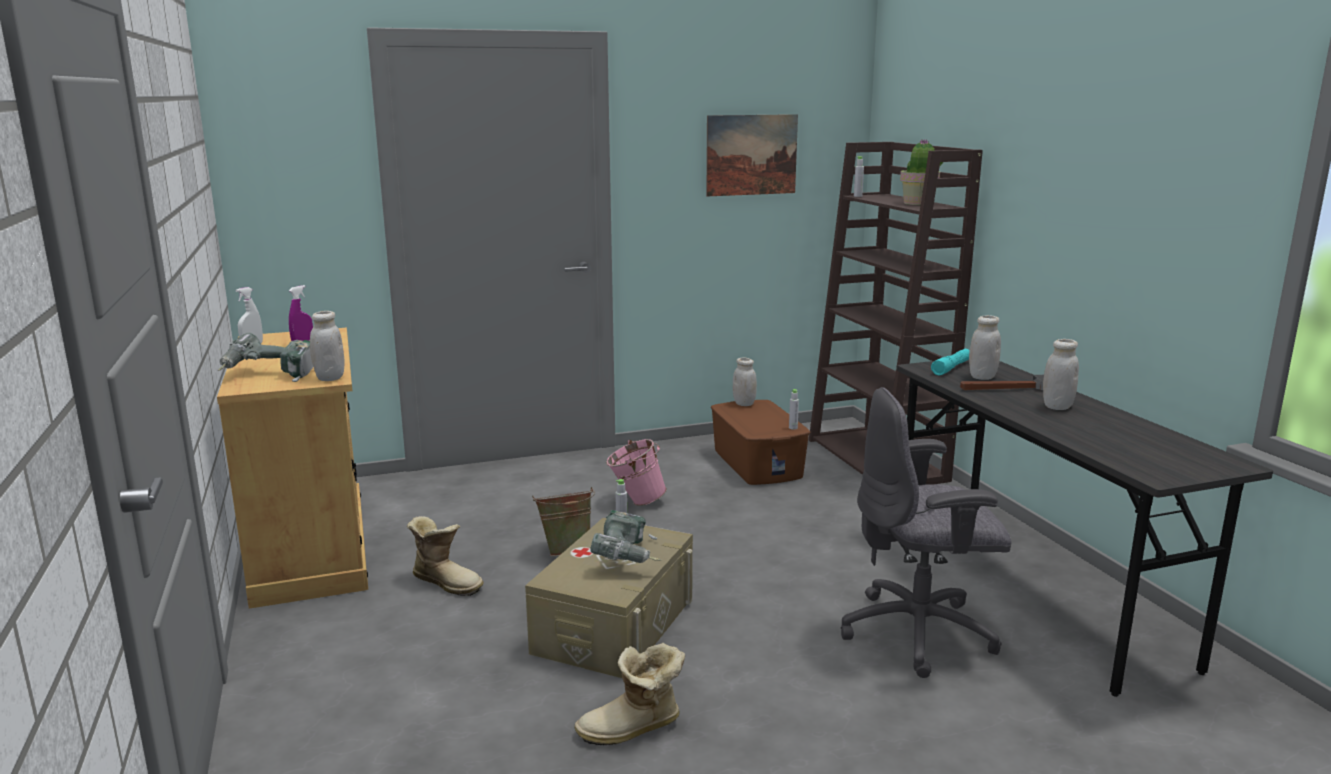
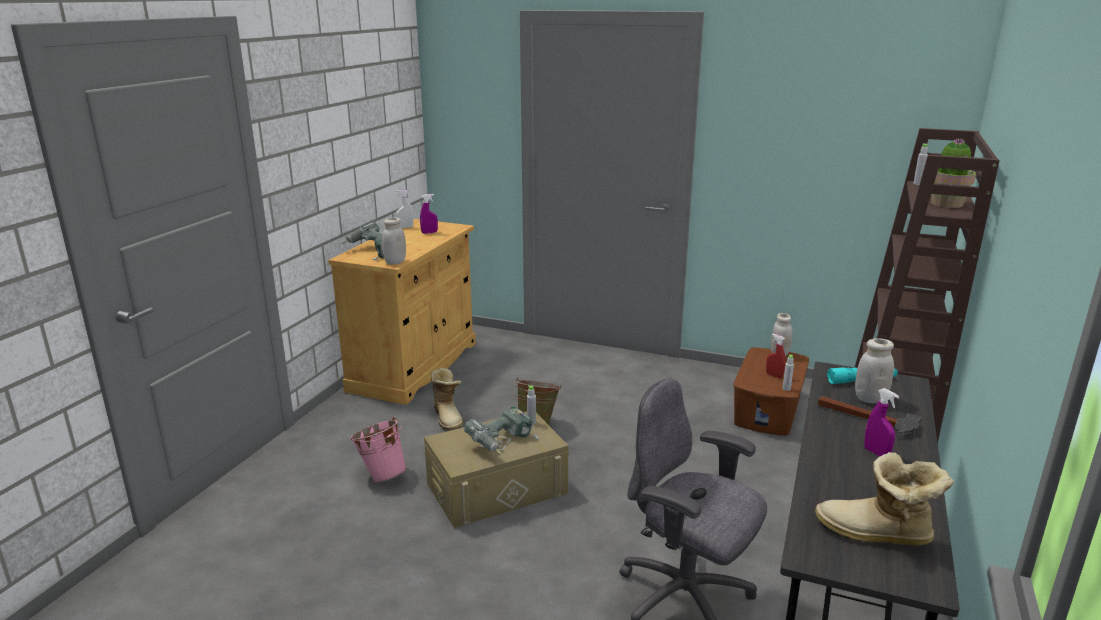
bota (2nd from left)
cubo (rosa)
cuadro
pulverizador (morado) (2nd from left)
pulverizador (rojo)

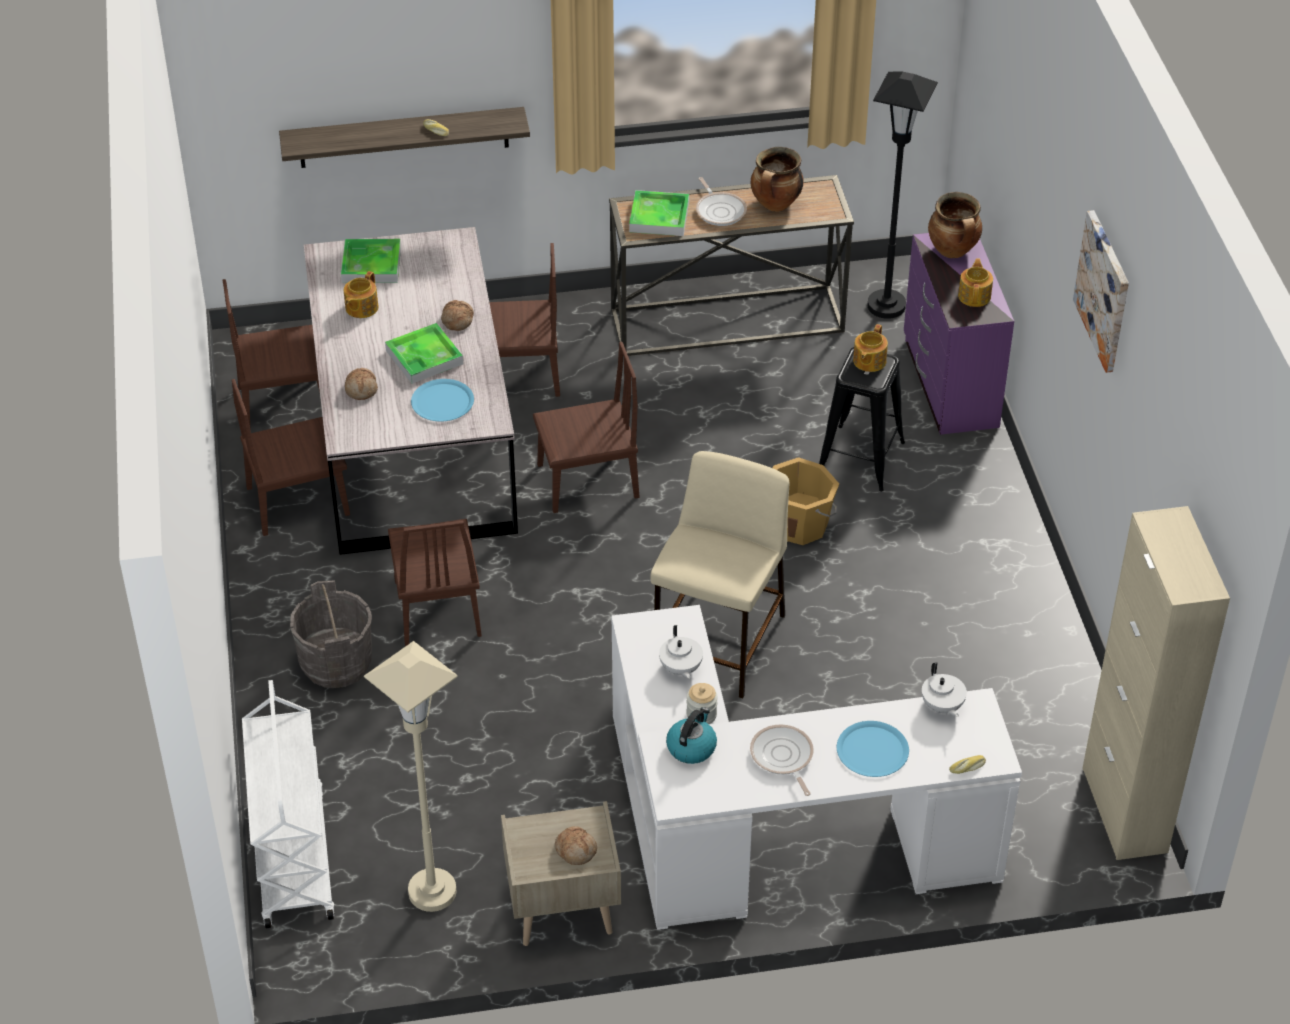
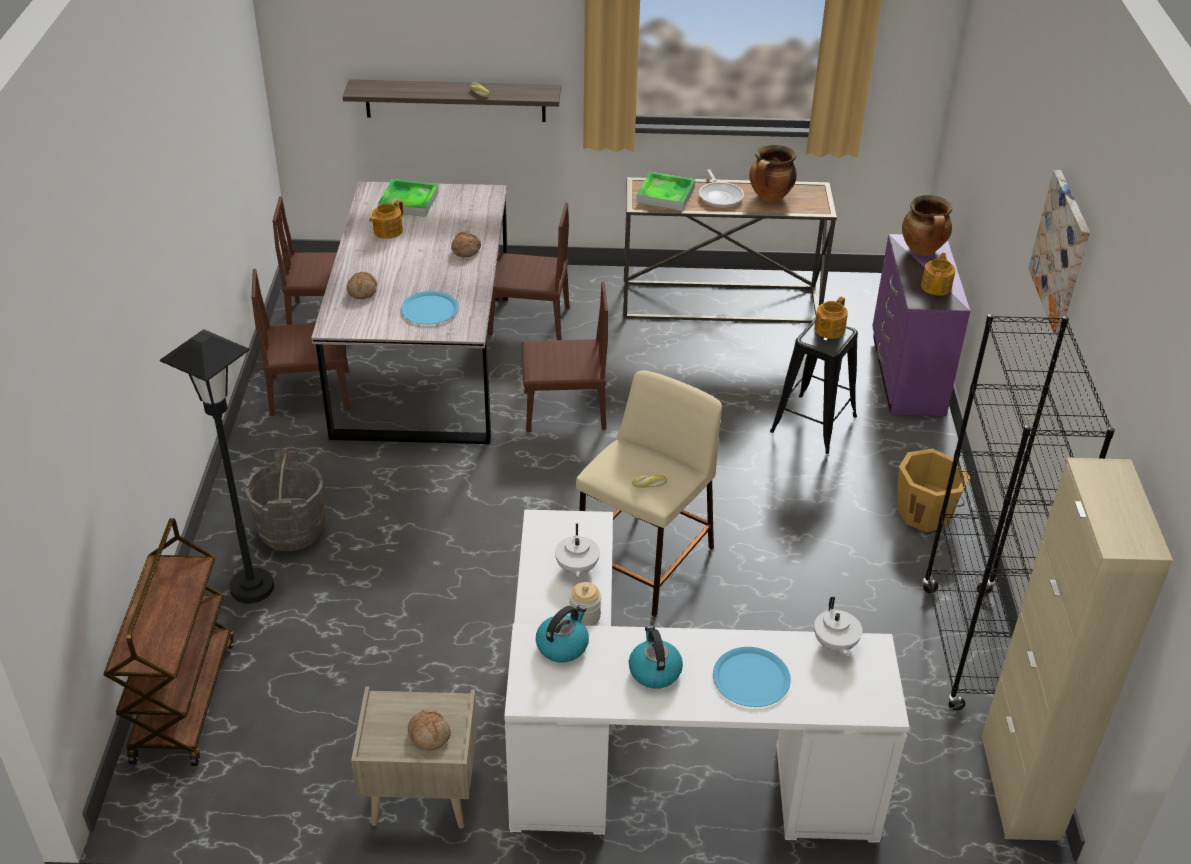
carrito (marrón)
lámpara de pie (beis)
bandeja (2nd from left in the first image)
silla (marrón) (3rd from left in the first image)
hervidor (2nd from left)
cubo (naranja)
lámpara de pie (negro)
pan (5th from left)
estantería (negro)

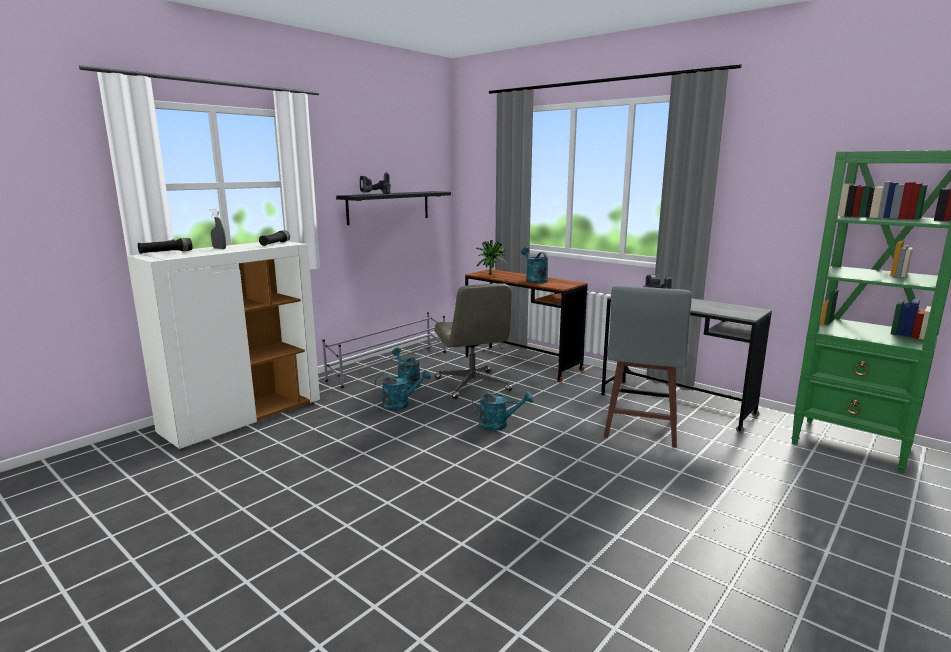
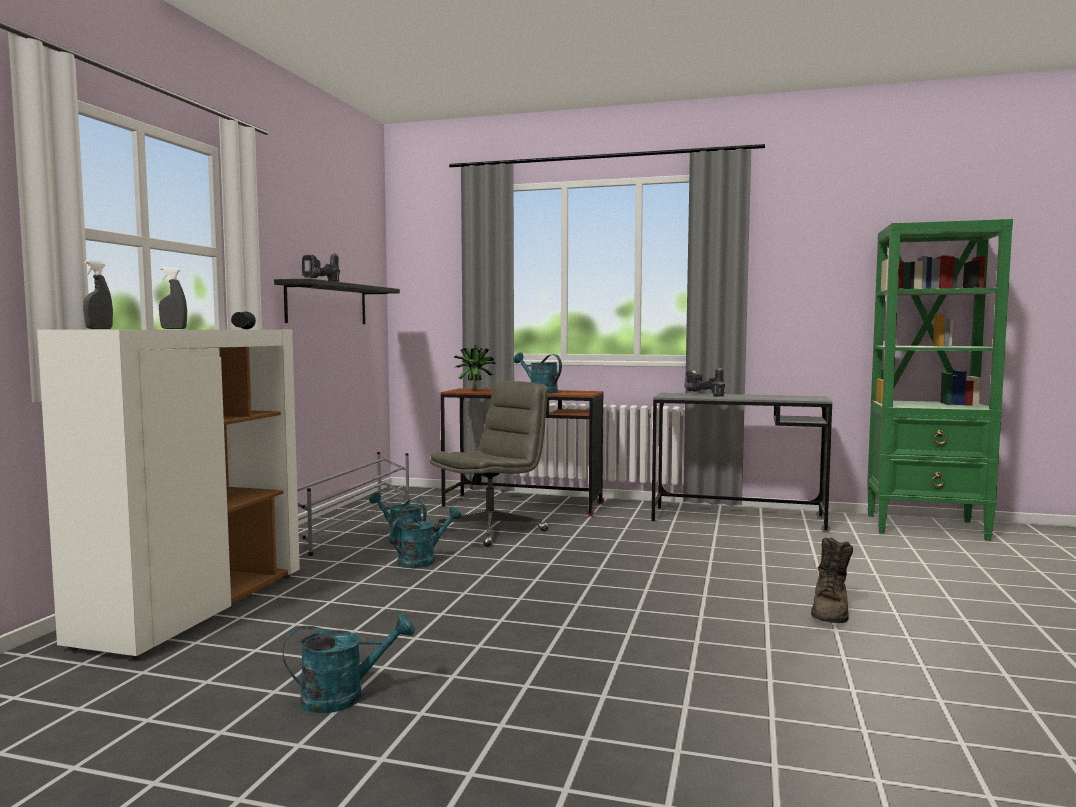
pulverizador (gris) (1st from left)
silla de oficina (gris)
regadera (turquesa) (1st from left)
taburete (gris)
bota (marrón)

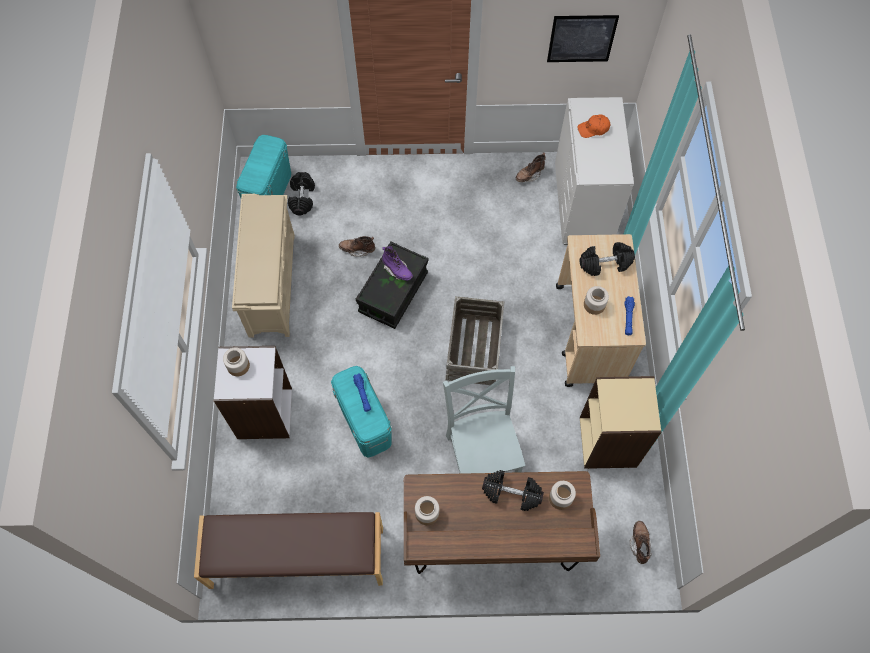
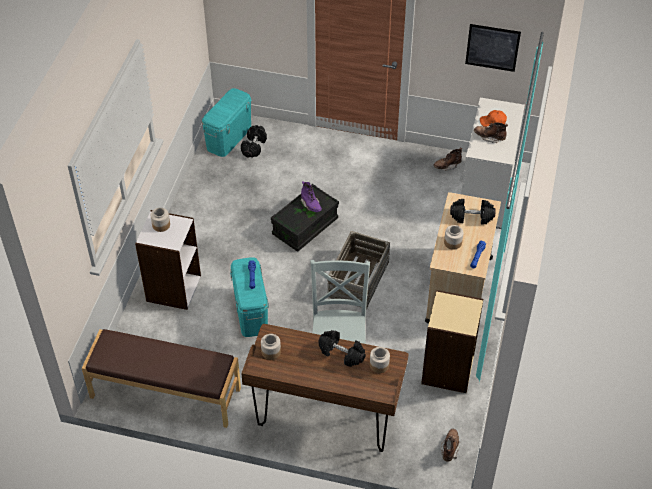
zapatero (beis)
bota (marrón) (3rd from left)

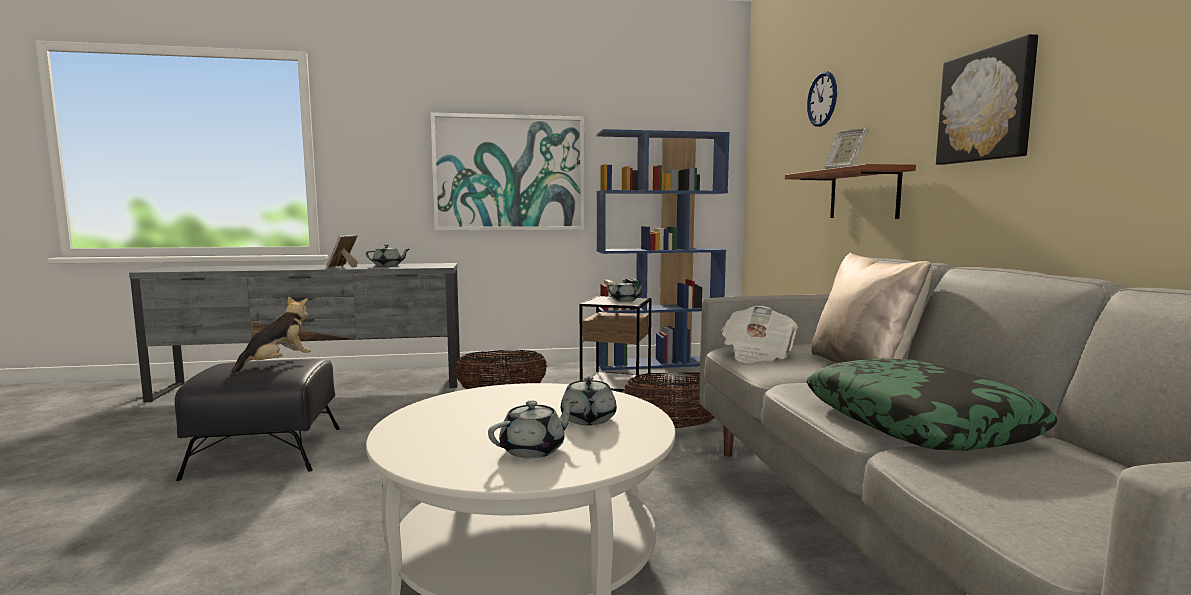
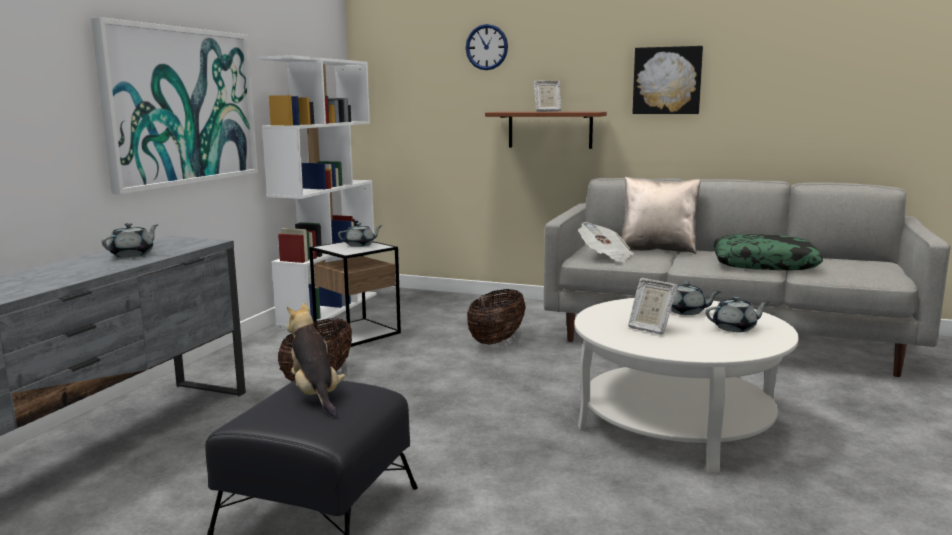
portarretratos (2nd from left)
tetera (gris) (4th from left)
estantería (blanco)

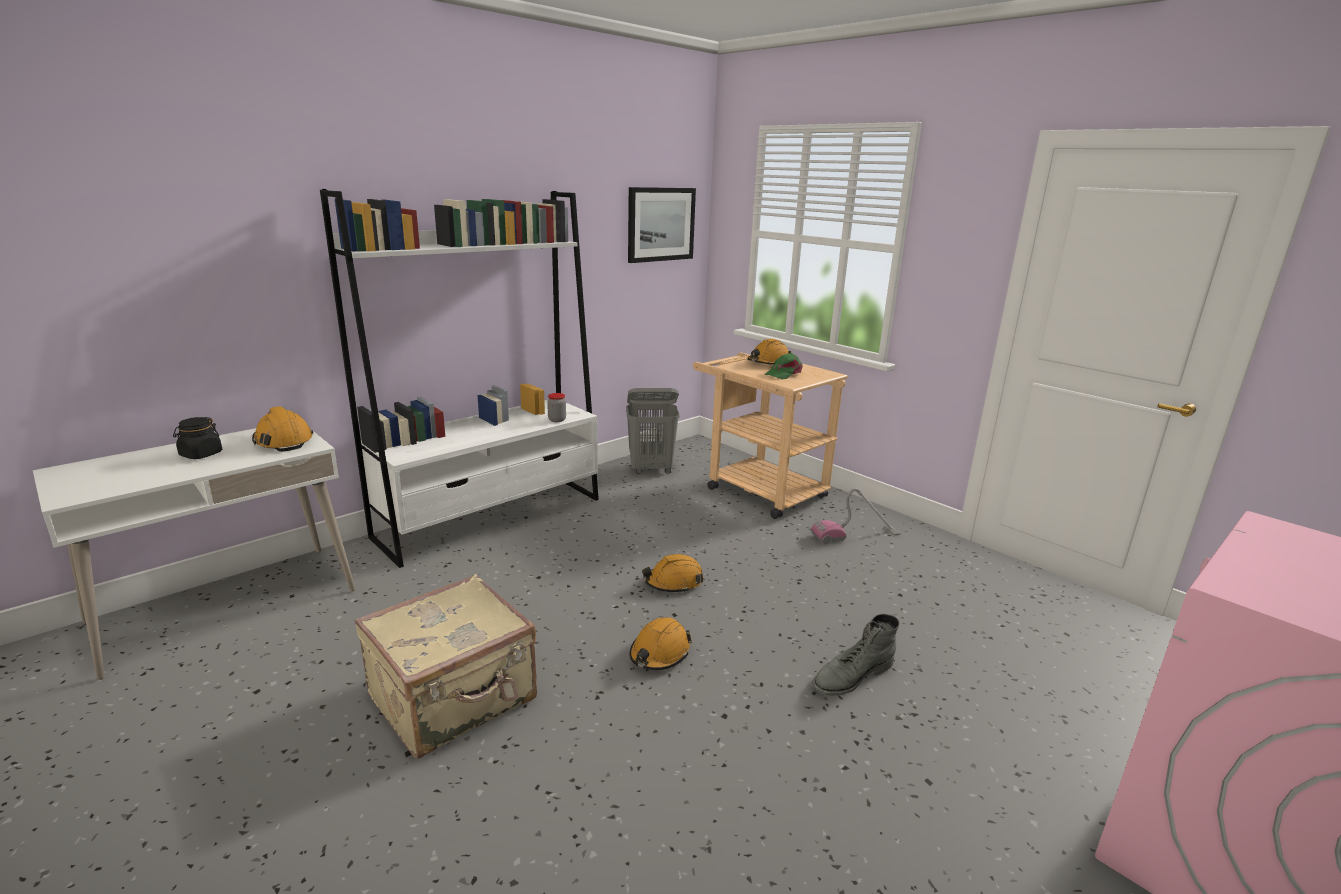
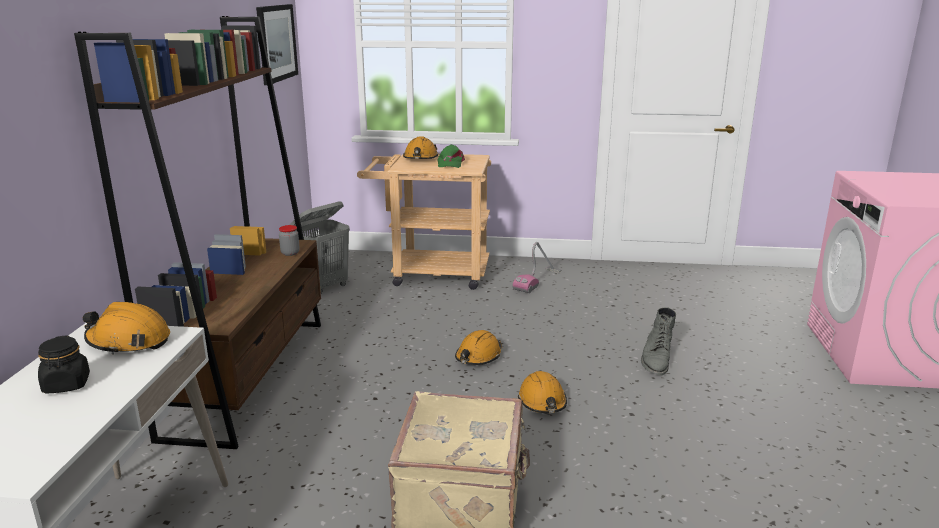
estantería (marrón)

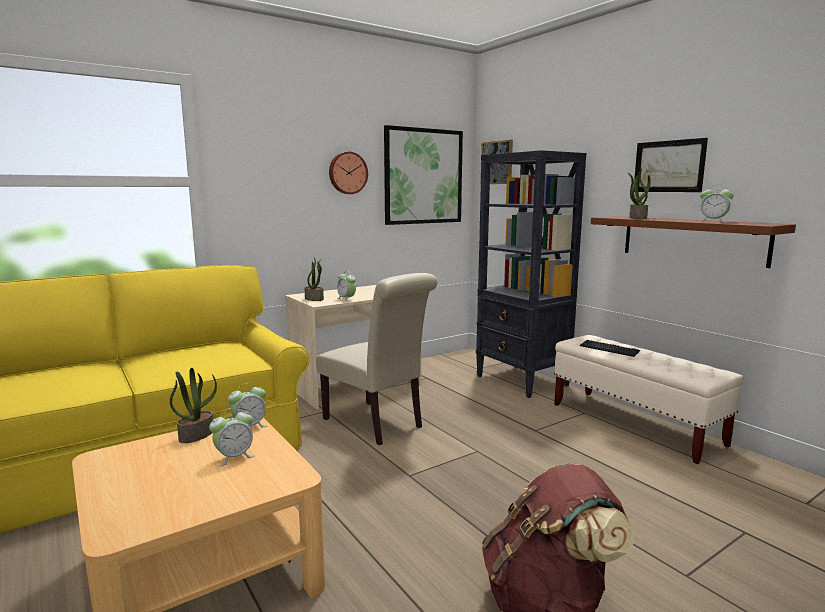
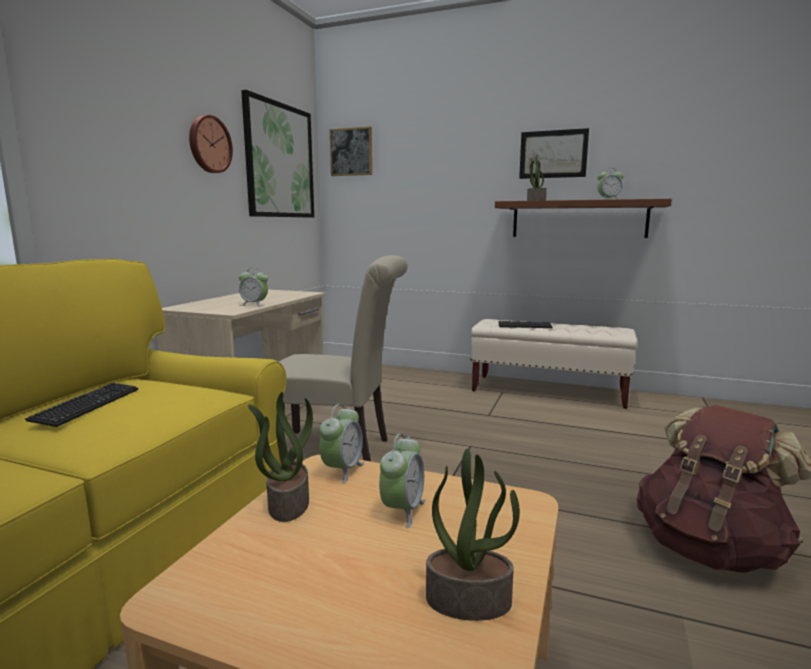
planta en maceta (2nd from left)
estantería (negro)
teclado (1st from left)

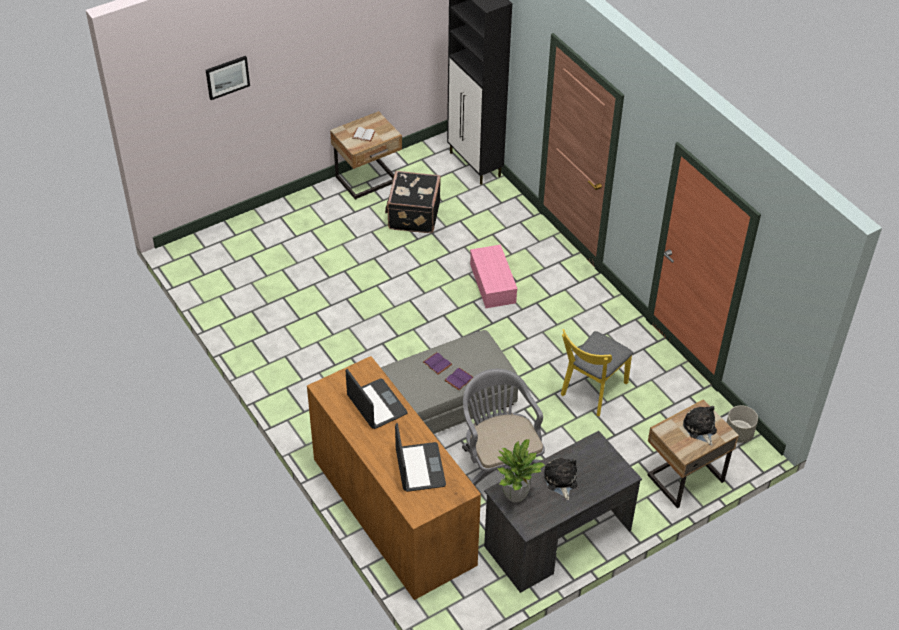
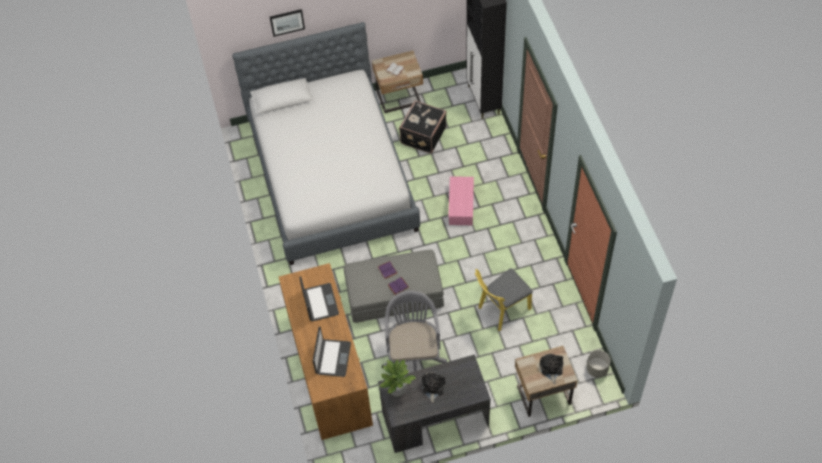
cama

